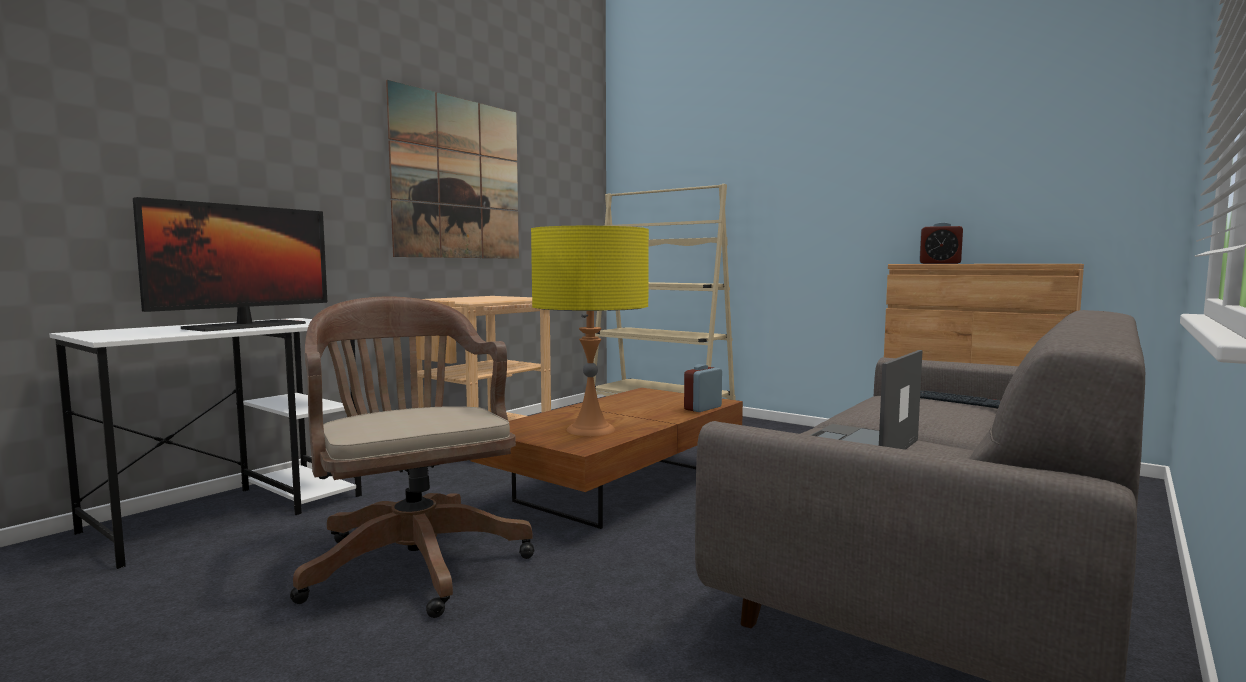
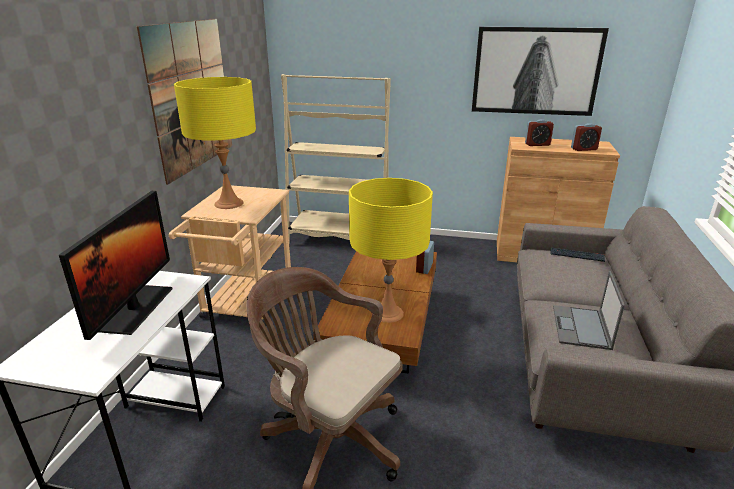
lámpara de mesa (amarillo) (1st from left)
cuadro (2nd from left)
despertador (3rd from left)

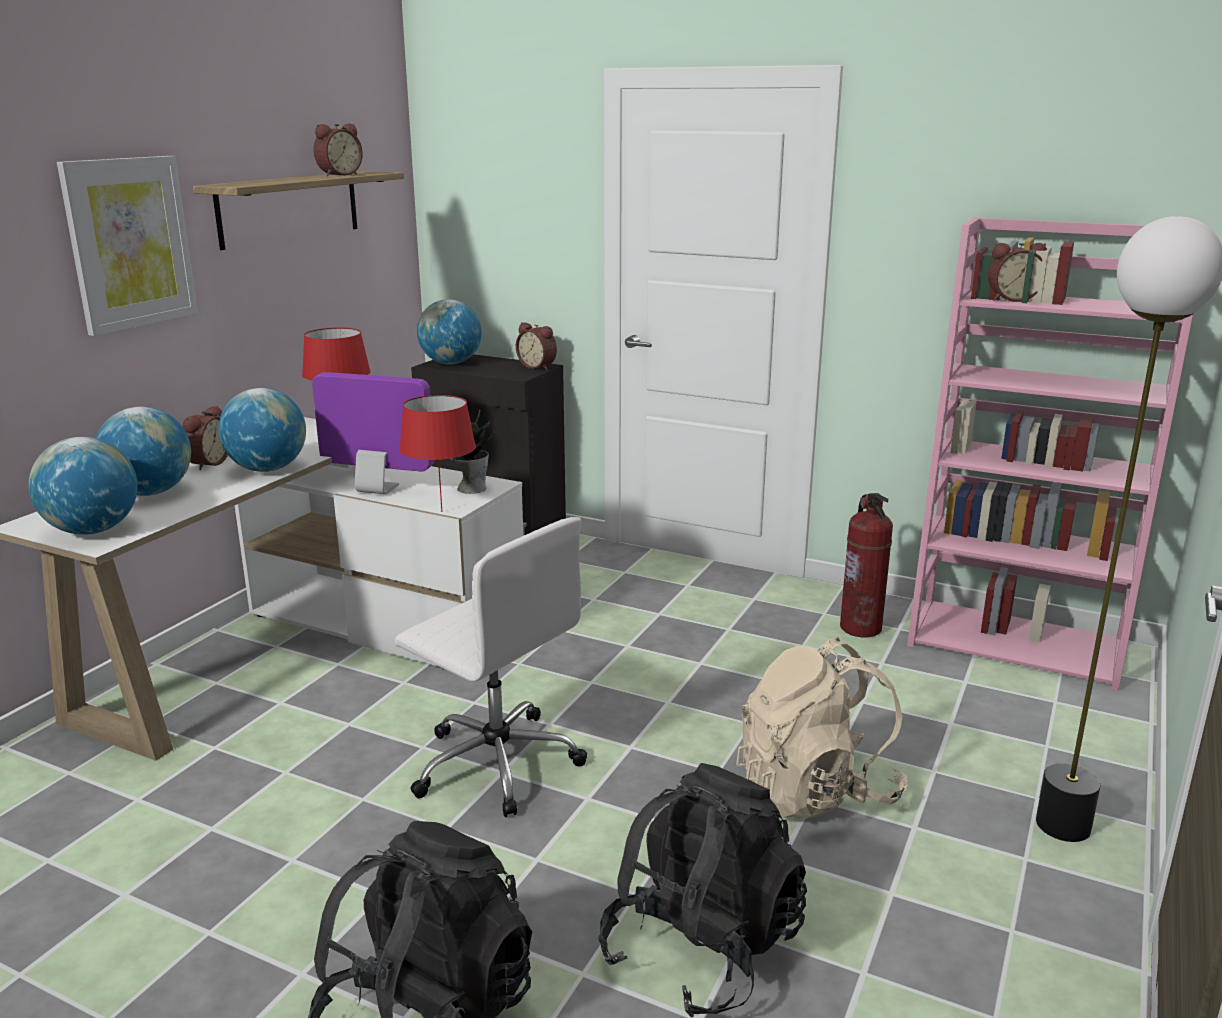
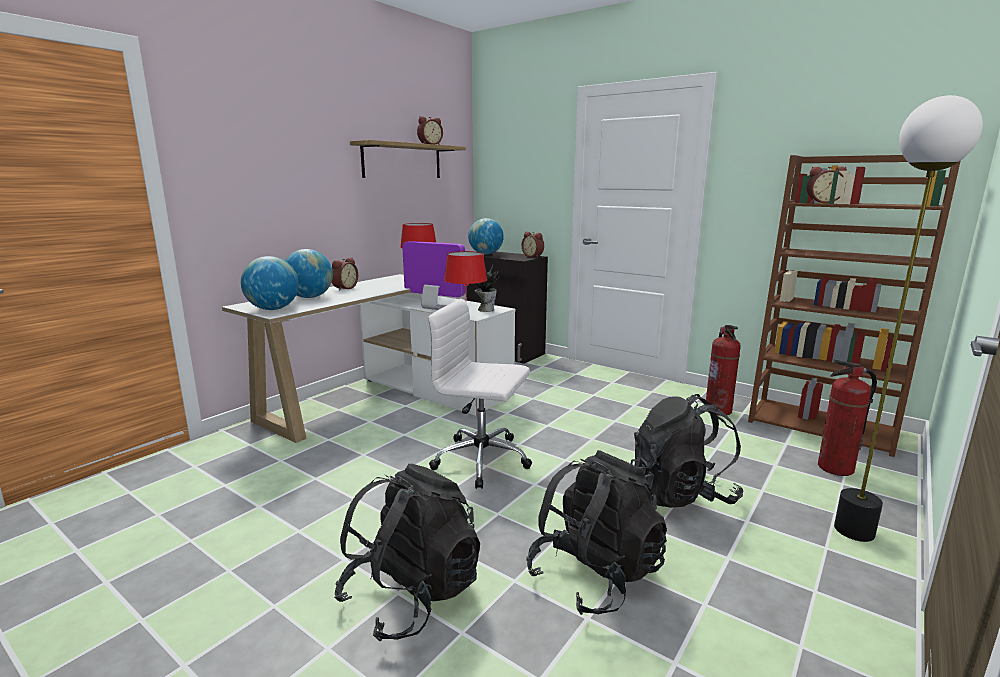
cuadro
globo terráqueo (3rd from left in the first image)
silla de oficina (blanco)
mochila (negro) (3rd from left)
estantería (marrón)
extintor (2nd from left)

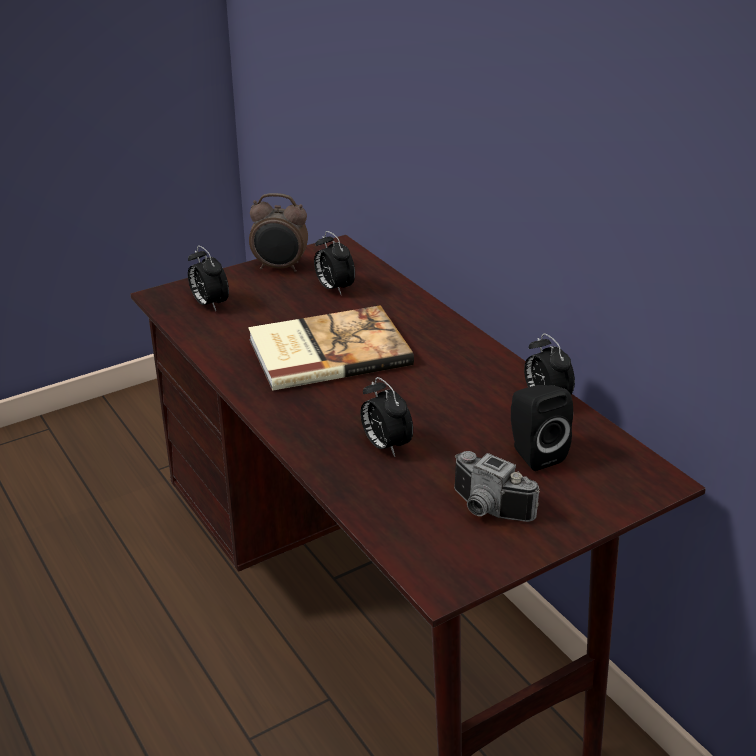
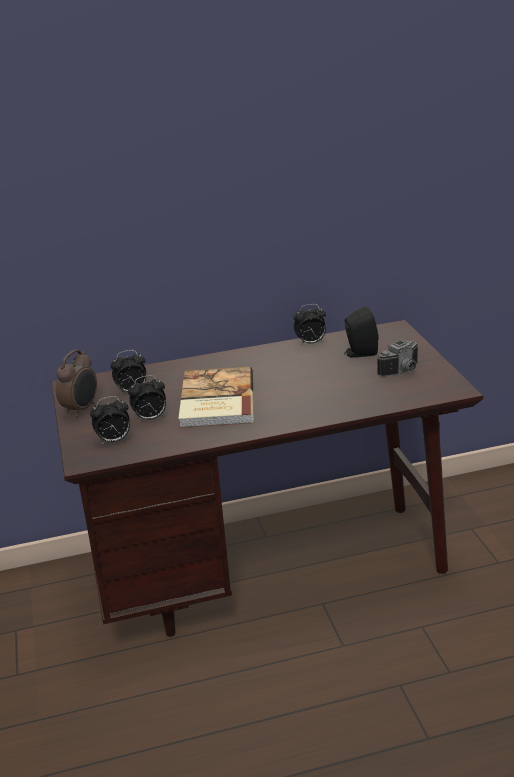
despertador (4th from left)

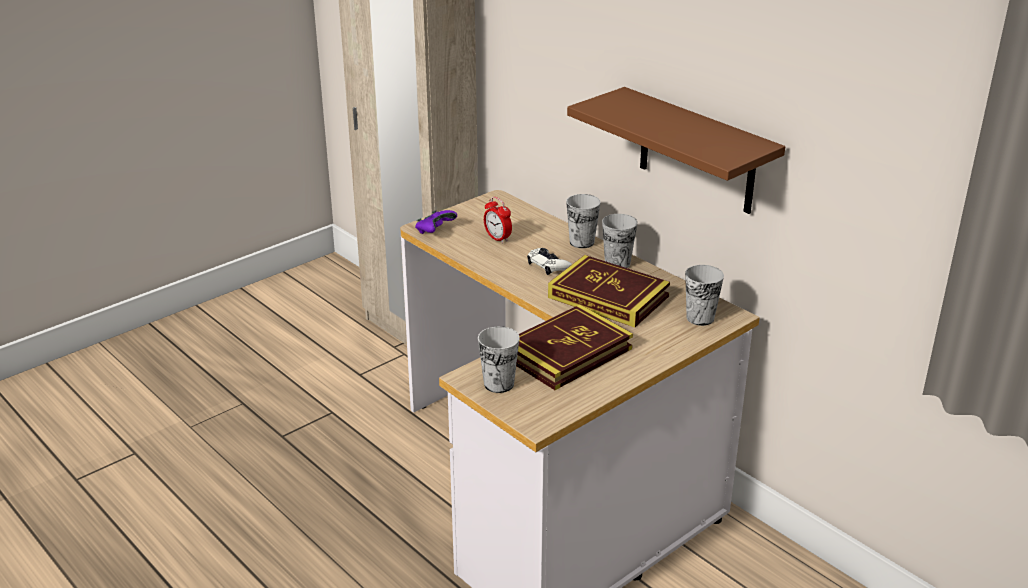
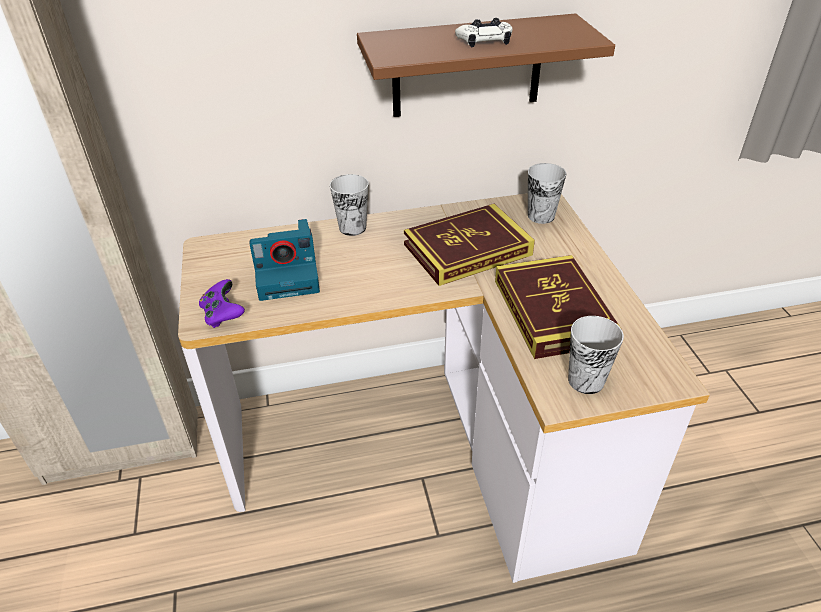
cámara
mando de consola (blanco)
taza (3rd from left in the first image)

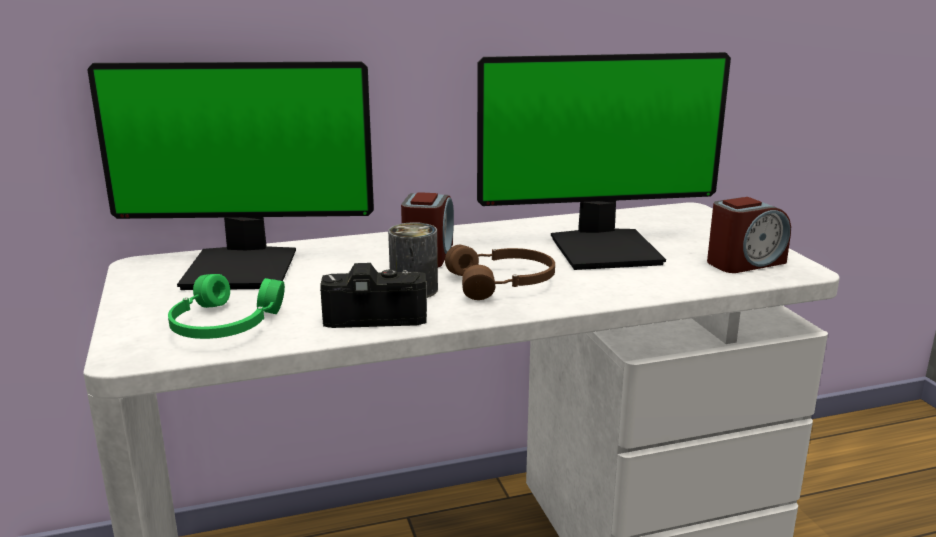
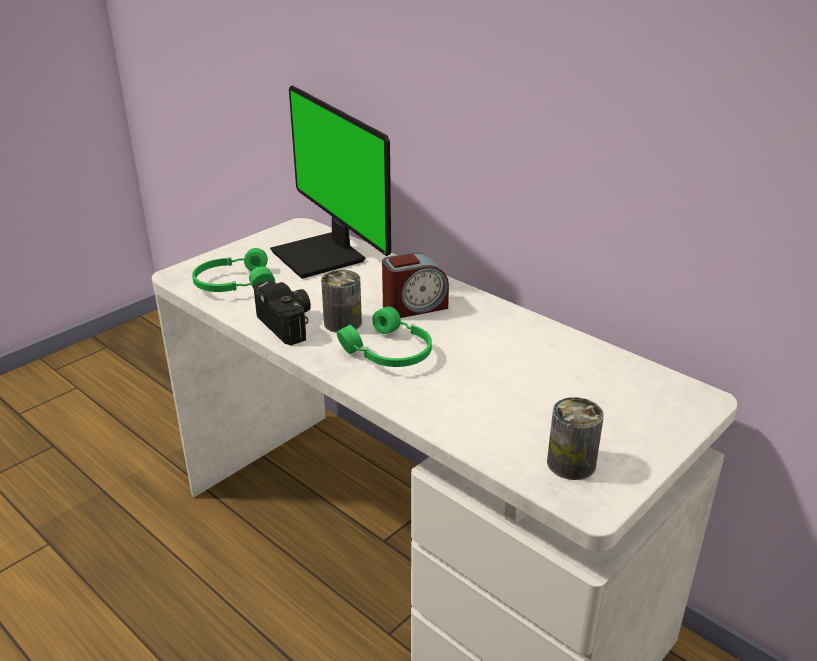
auriculares (verde) (2nd from left)
monitor (2nd from left in the first image)
lata (2nd from left)

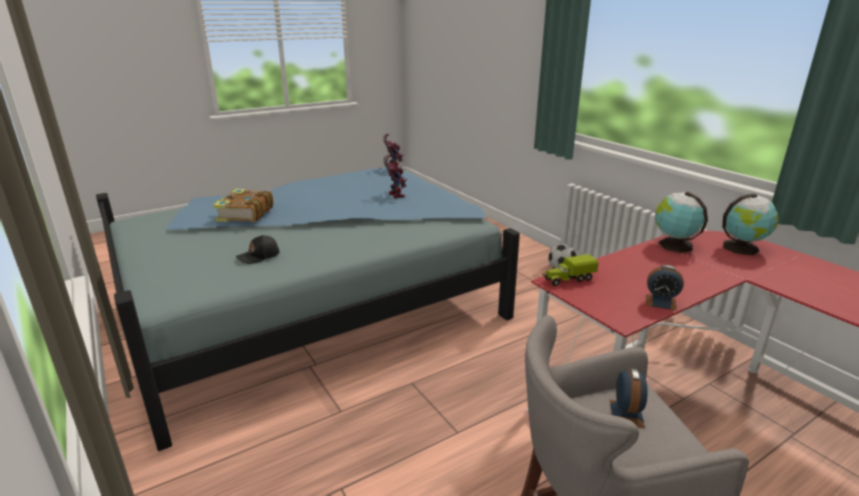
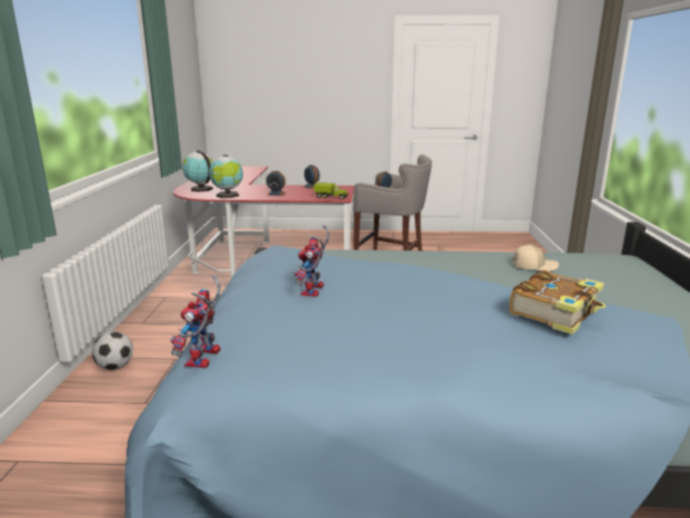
gorra (beis)
despertador (1st from left)

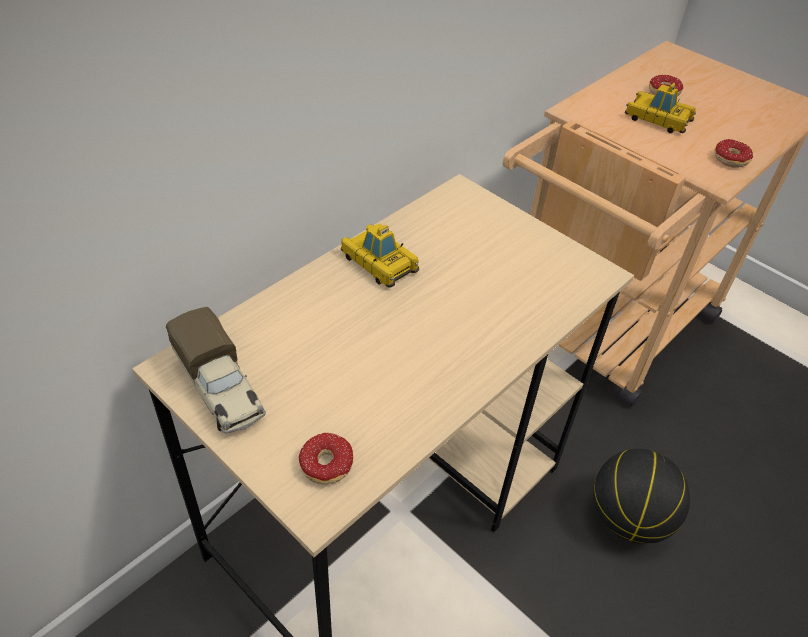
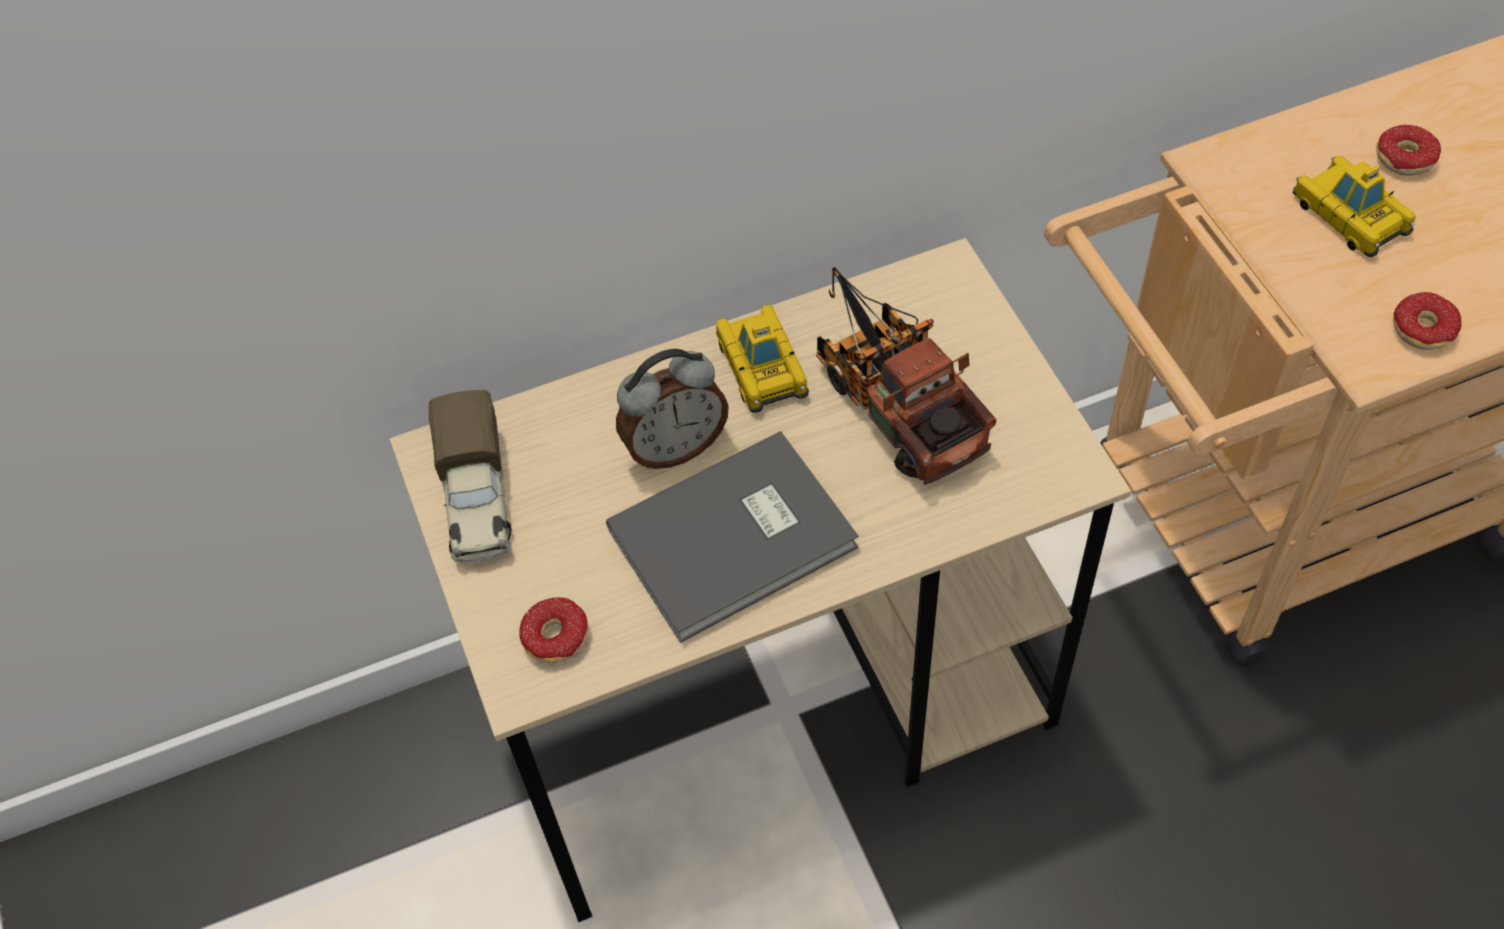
balón de baloncesto
libro (gris)
despertador
camión de juguete (2nd from left)

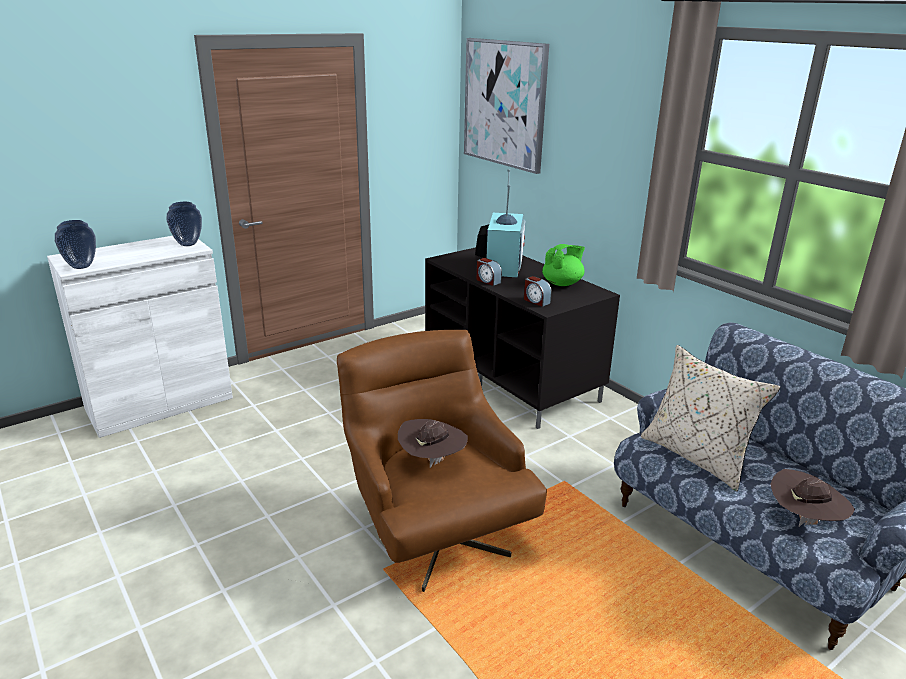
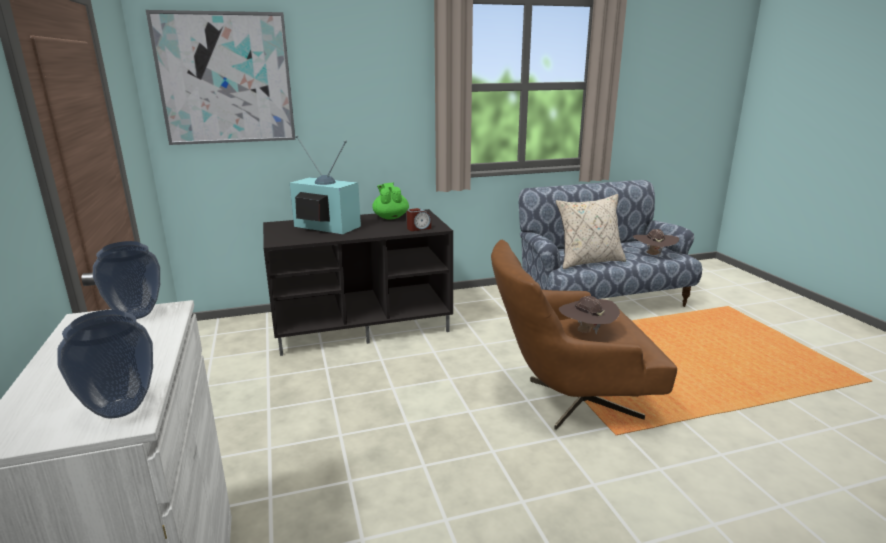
despertador (1st from left in the first image)

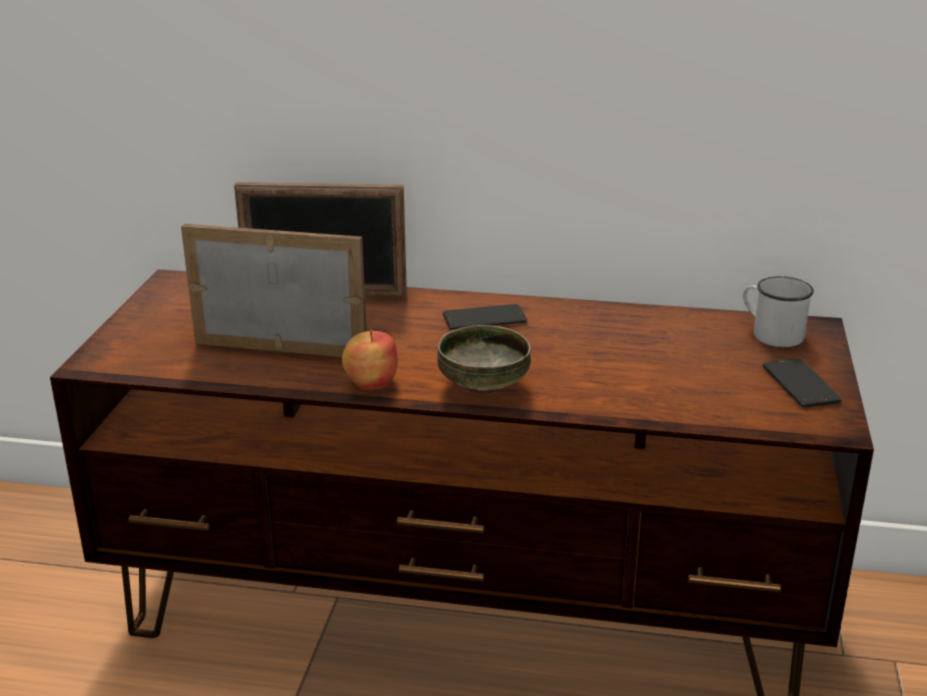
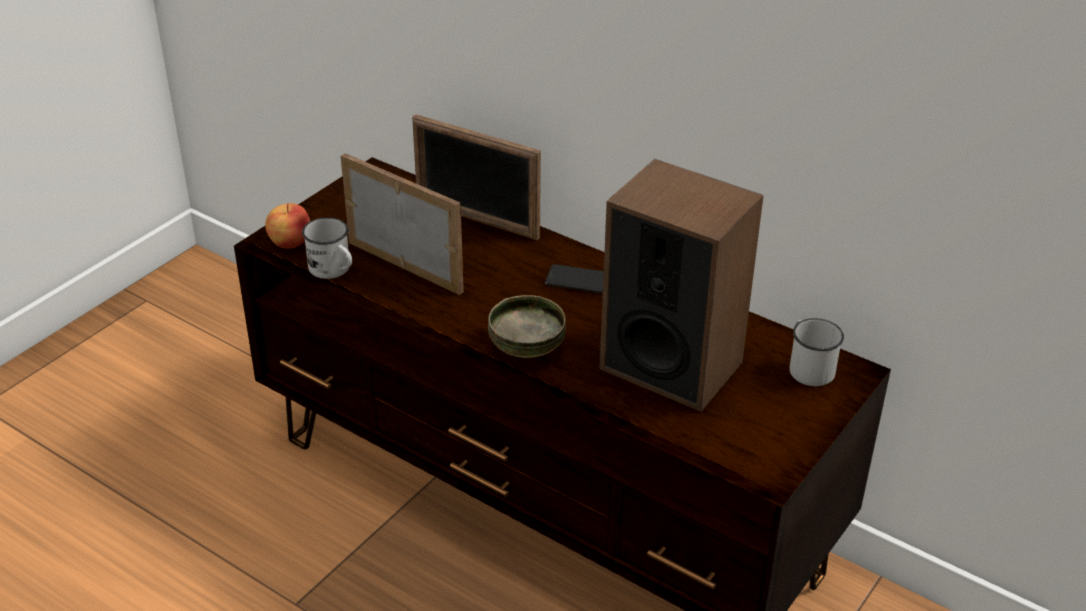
manzana
móvil (2nd from left in the first image)
taza grande (blanco) (1st from left)
altavoz

